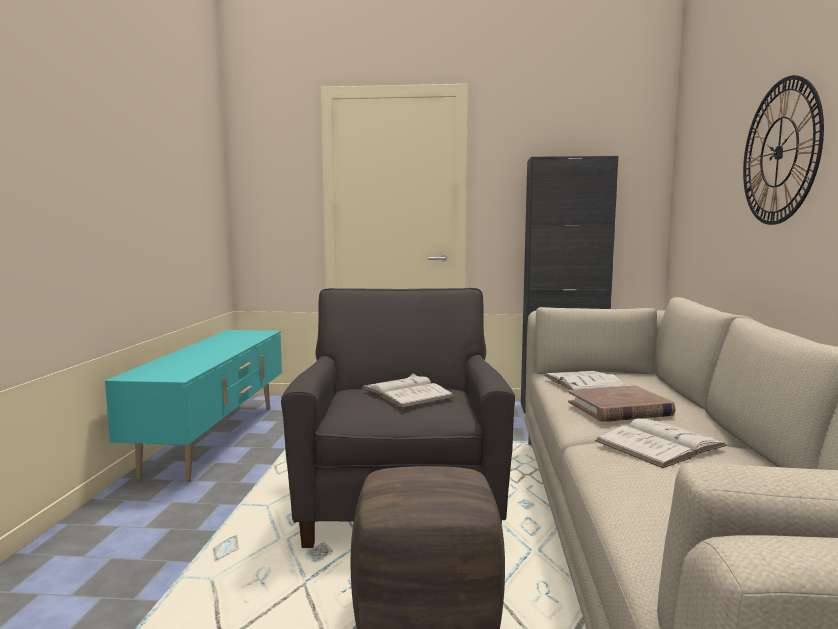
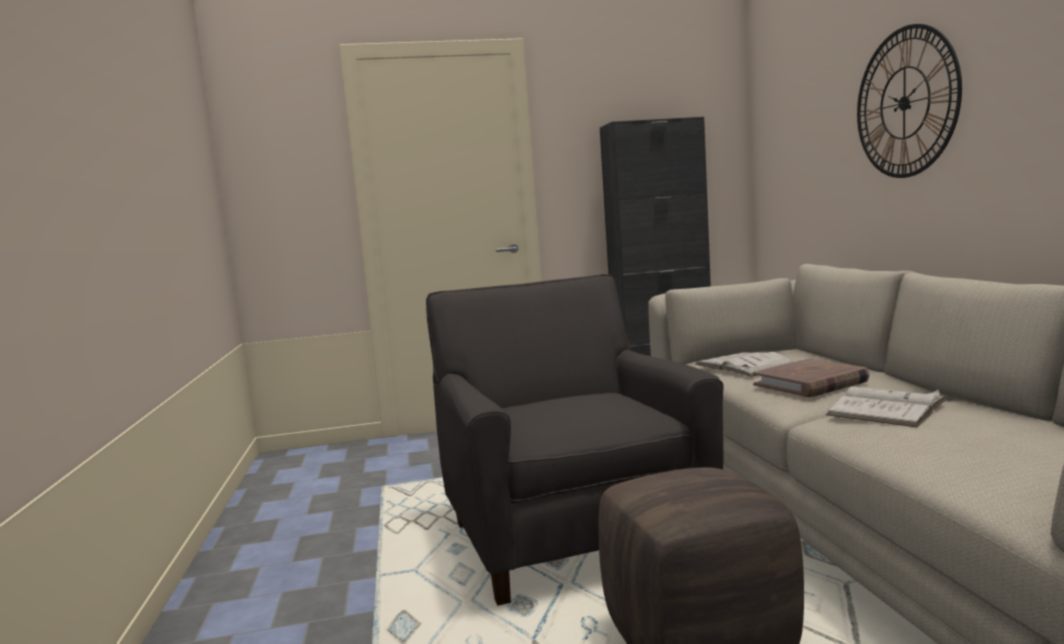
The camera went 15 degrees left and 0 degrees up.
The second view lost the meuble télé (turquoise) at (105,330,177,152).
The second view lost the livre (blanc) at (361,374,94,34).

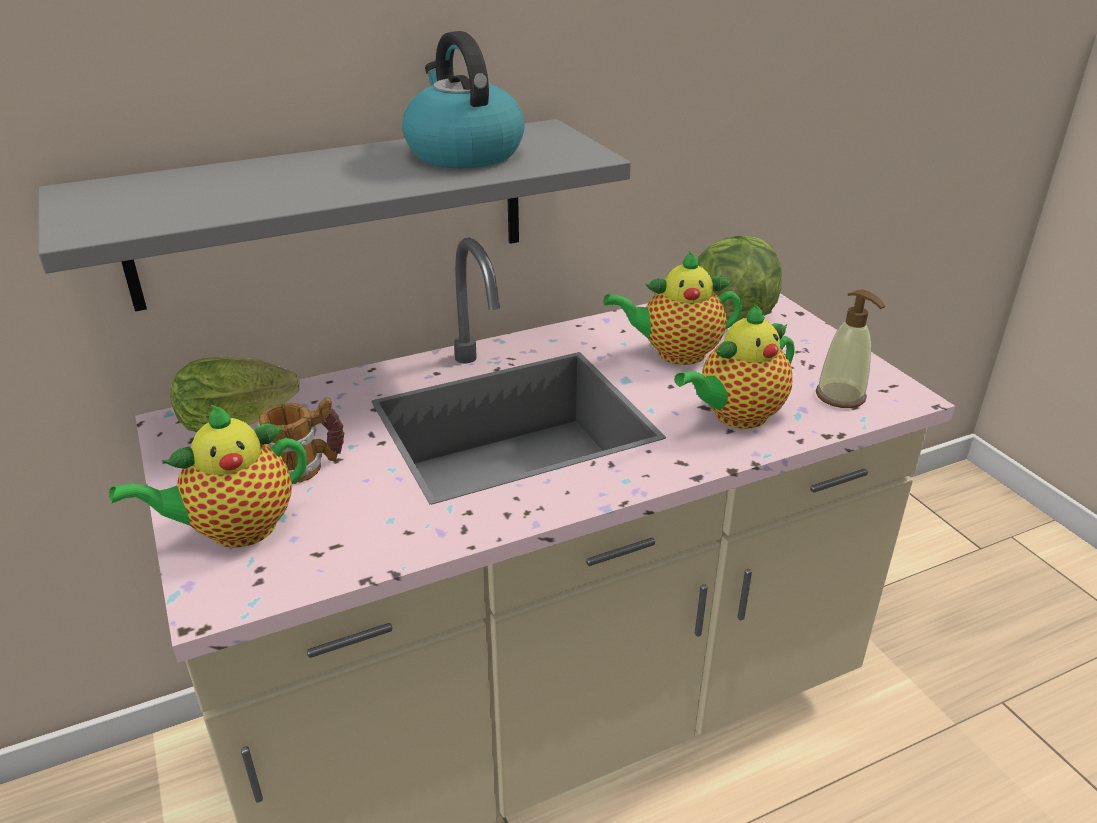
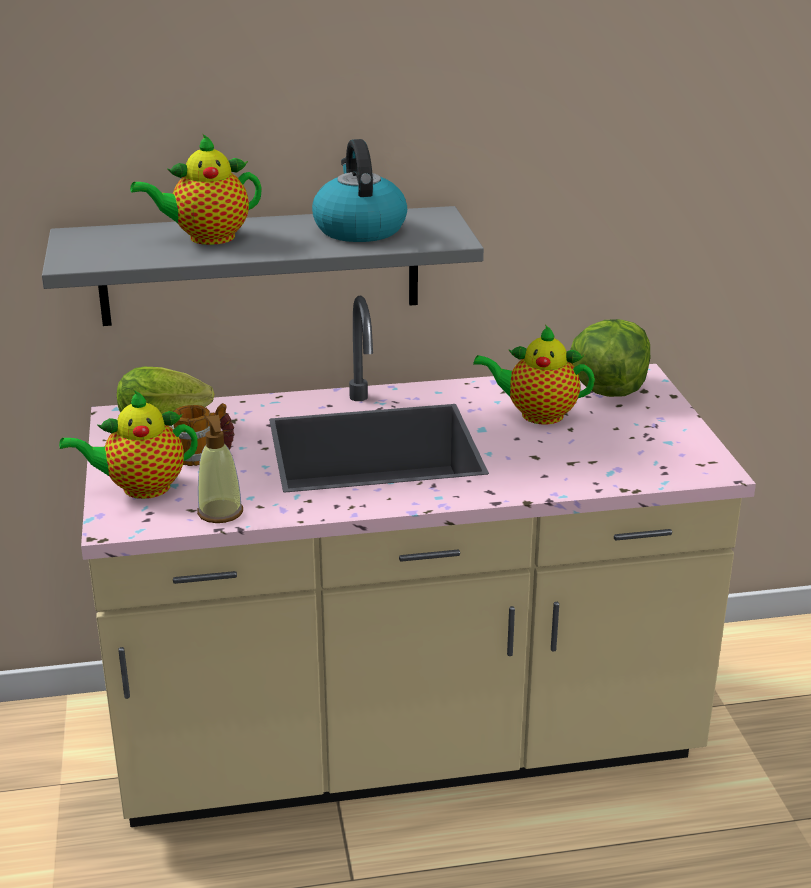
The camera went 15 degrees right and 5 degrees down.
The théière ended up elsewhere, having gone from (674,304,121,125) to (130,134,132,111).
The distributeur de savon ended up elsewhere, having gone from (816,290,69,118) to (197,415,46,108).

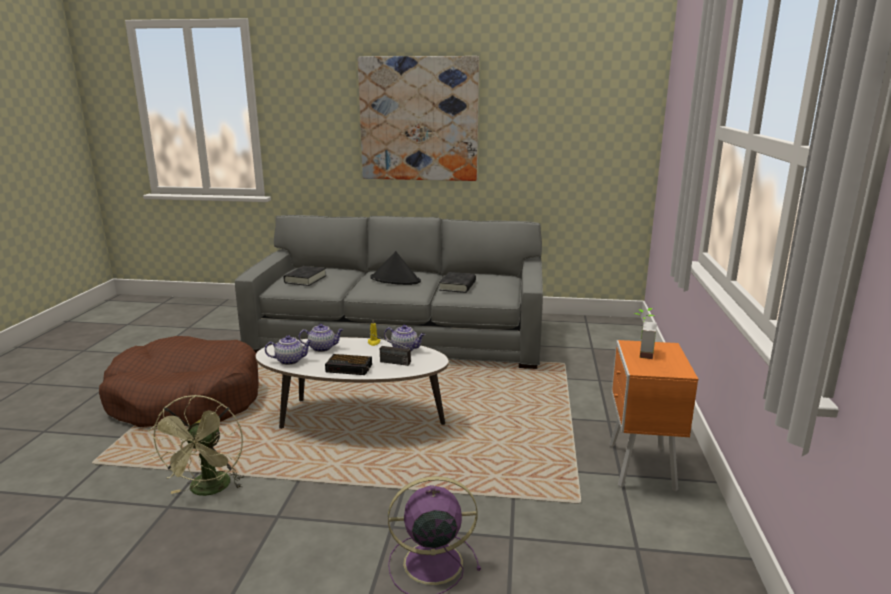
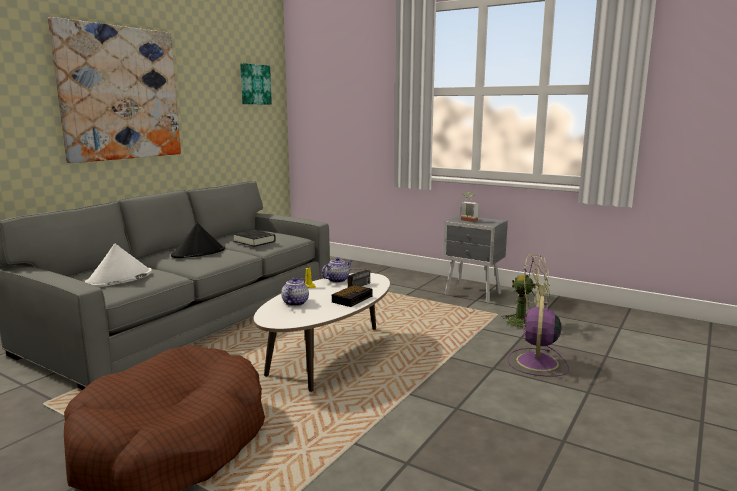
The camera went 65 degrees left and 5 degrees down.
The ventilateur (vert) ended up elsewhere, having gone from (148,395,96,101) to (501,255,49,77).
The second view lost the théière at (265,335,47,30).
Where the livre (noir) stood at (284,266,42,20), the chapeau (blanc) came to stand at (85,244,67,43).
What was the table de chevet (orange) at (609,340,89,152) turned into the table de chevet (gris) at (443,215,65,88).
The second view gained the tableau at (240,63,32,41).

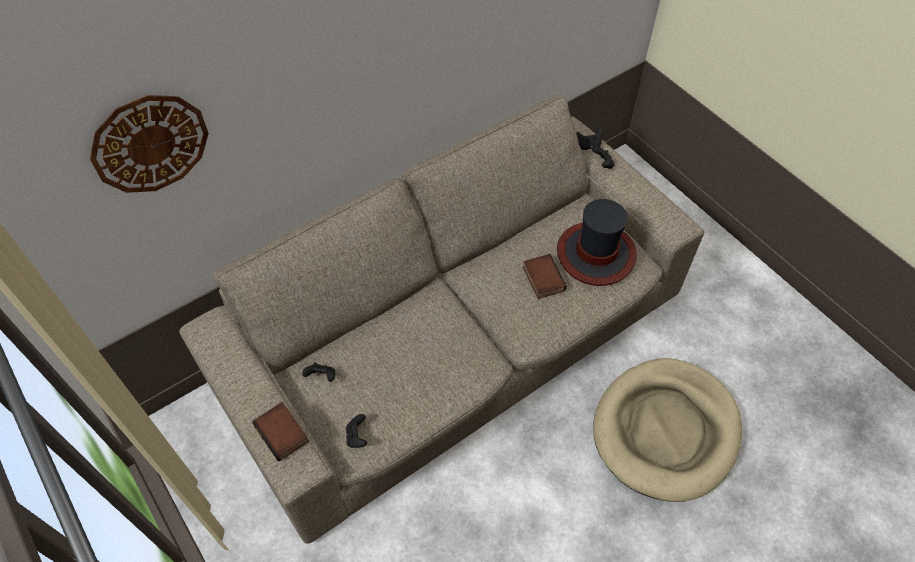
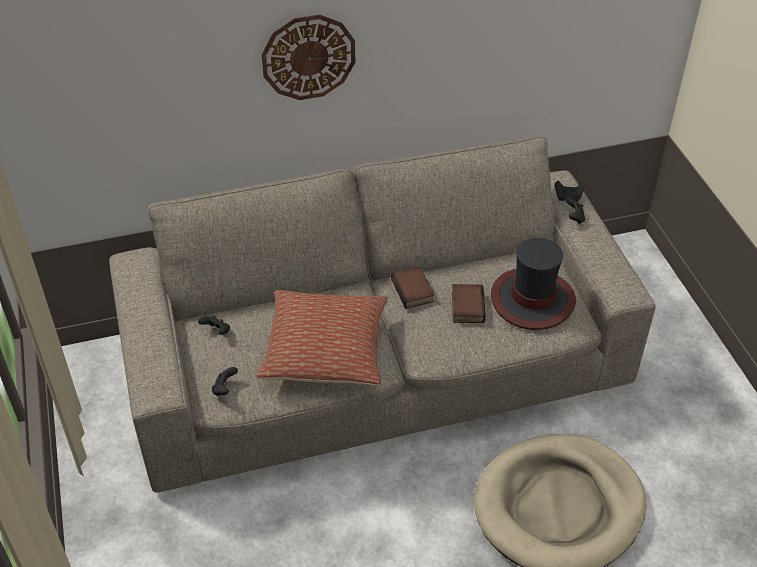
The camera went 20 degrees right and 10 degrees down.
The horloge murale ended up elsewhere, having gone from (90,95,119,98) to (261,14,94,86).
The livre ended up elsewhere, having gone from (253,402,56,59) to (391,266,43,43).
The second view gained the coussin at (256,290,132,96).

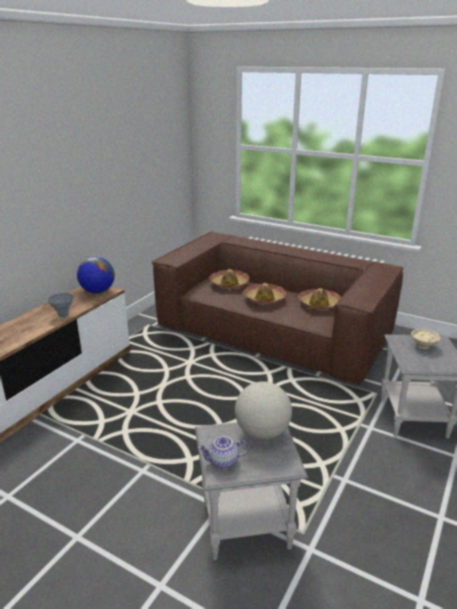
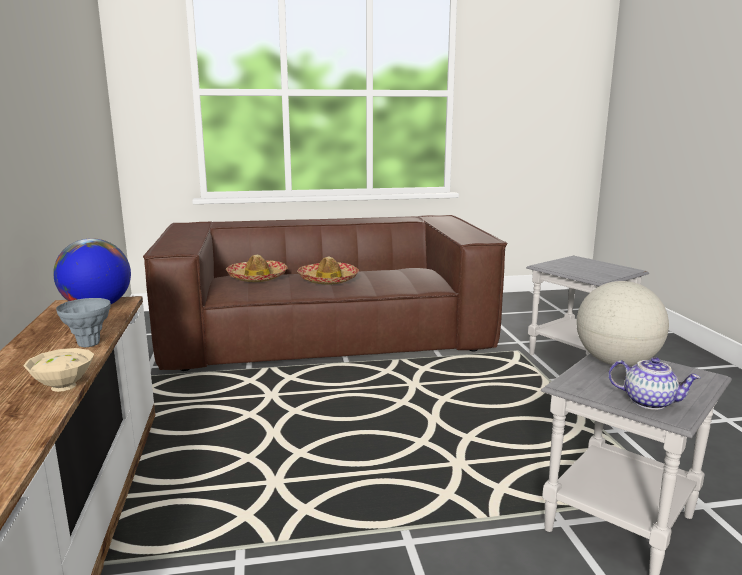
The camera went 40 degrees left and 10 degrees down.
The théière at (198,436,51,33) ended up facing another way, 105 degrees counterclockwise from before.
The second view lost the chapeau at (298,288,43,22).
The bol (beige) ended up elsewhere, having gone from (411,329,29,20) to (23,348,71,44).

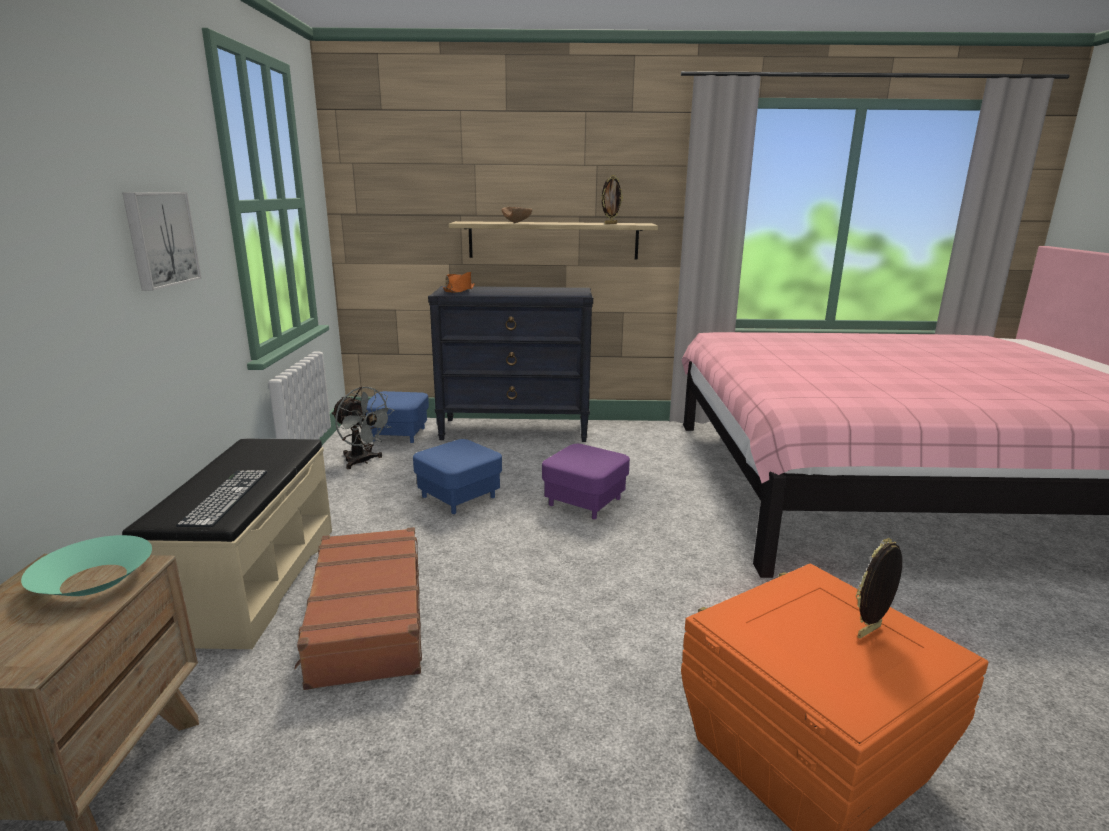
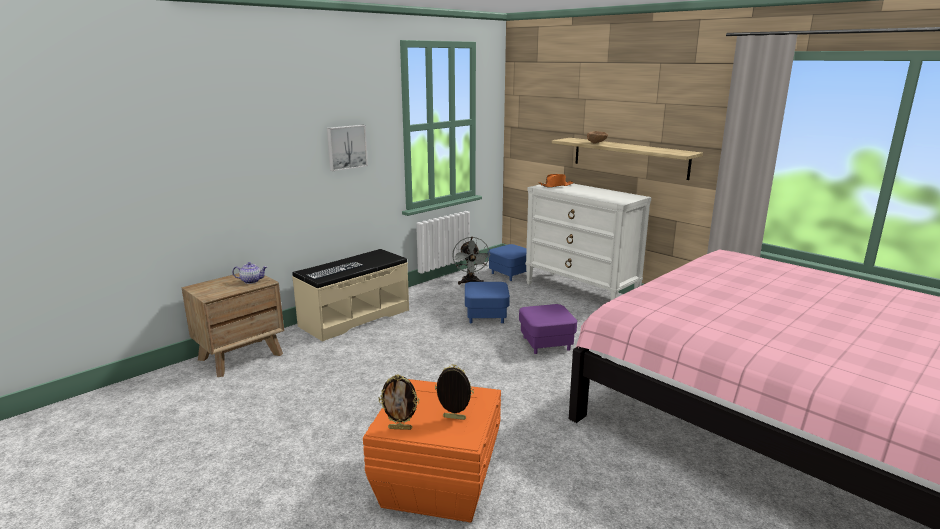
The camera went 45 degrees right and 0 degrees up.
Where the bol (turquoise) stood at (21,535,131,61), the théière came to stand at (232,262,35,22).
The second view lost the valise (marron) at (295,527,127,163).
What was the commode (noir) at (428,286,165,156) turned into the commode (blanc) at (525,183,126,118).
The cadre photo ended up elsewhere, having gone from (601,175,22,49) to (378,375,42,55).

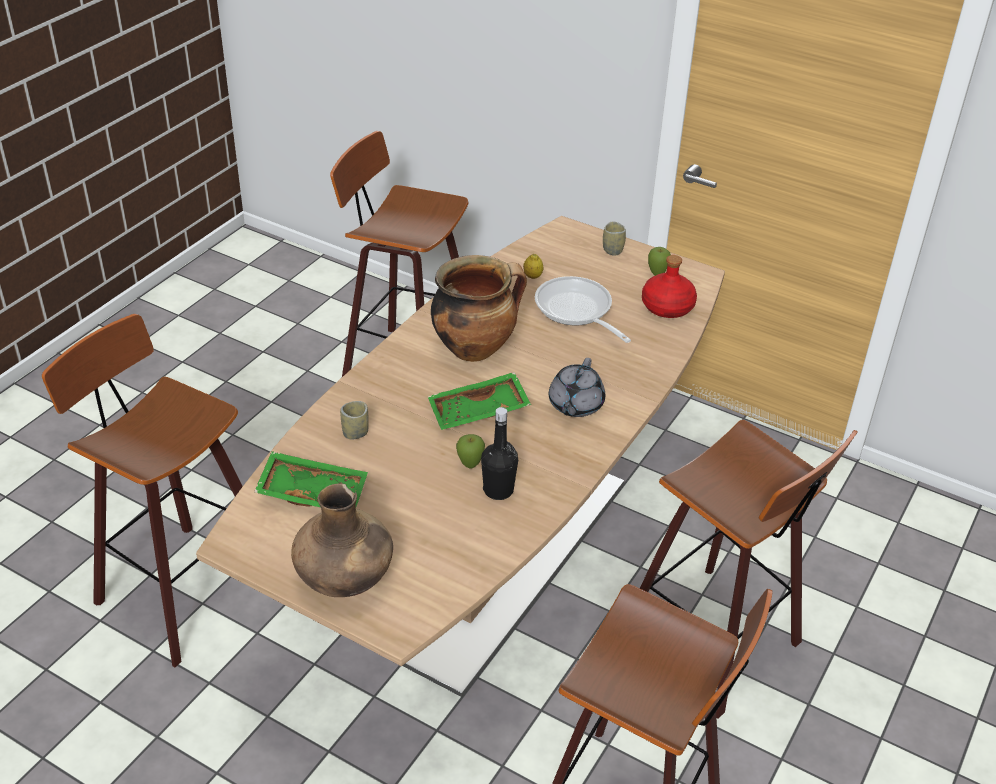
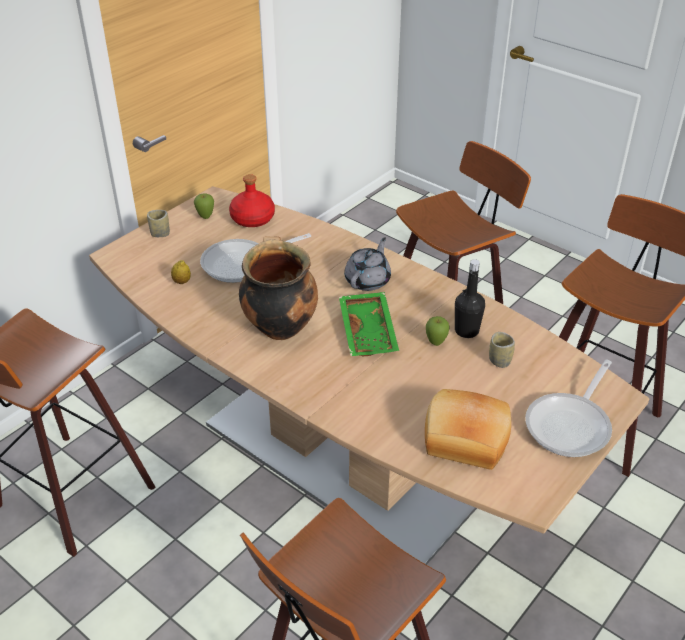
The camera went 80 degrees left and 0 degrees up.
Where the plateau (vert) stood at (254,451,114,56), the pain came to stand at (425,389,86,81).
Where the vase (marron) stood at (291,483,102,114), the poêle came to stand at (525,360,87,97).
The tasse ended up elsewhere, having gone from (340,401,29,38) to (489,332,26,36).
The théière (gris) at (549,358,56,59) ended up facing another way, 90 degrees counterclockwise from before.

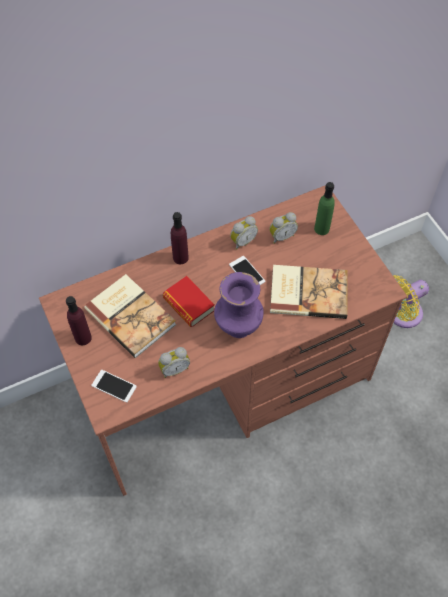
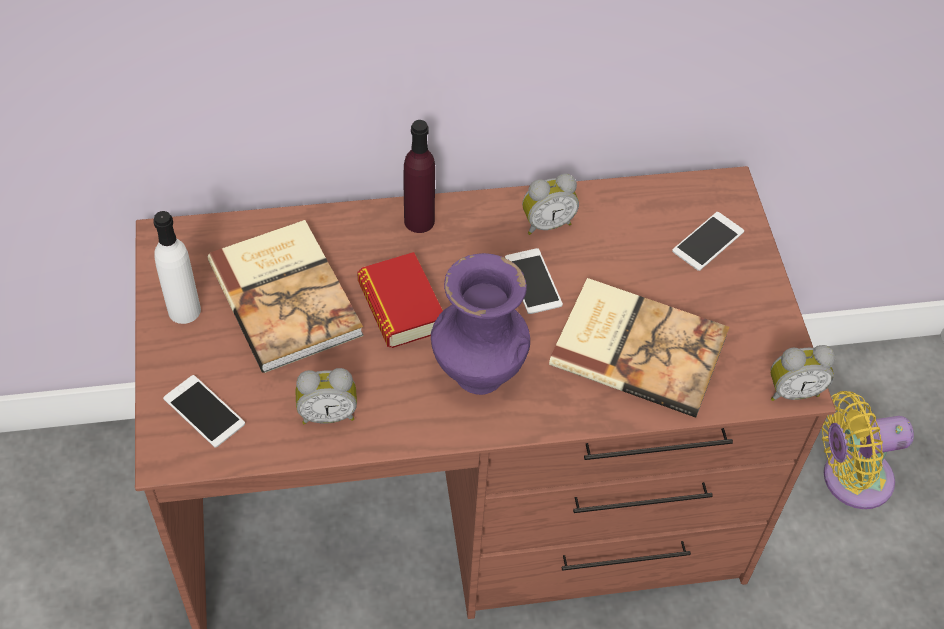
The camera went 15 degrees right and 5 degrees down.
What was the bouteille (violet) at (66,296,26,49) turned into the bouteille (blanc) at (153,211,48,113).
The réveil ended up elsewhere, having gone from (269,212,29,32) to (770,345,66,56).
Where the bouteille (vert) stood at (314,182,21,53), the téléphone came to stand at (672,212,72,59).

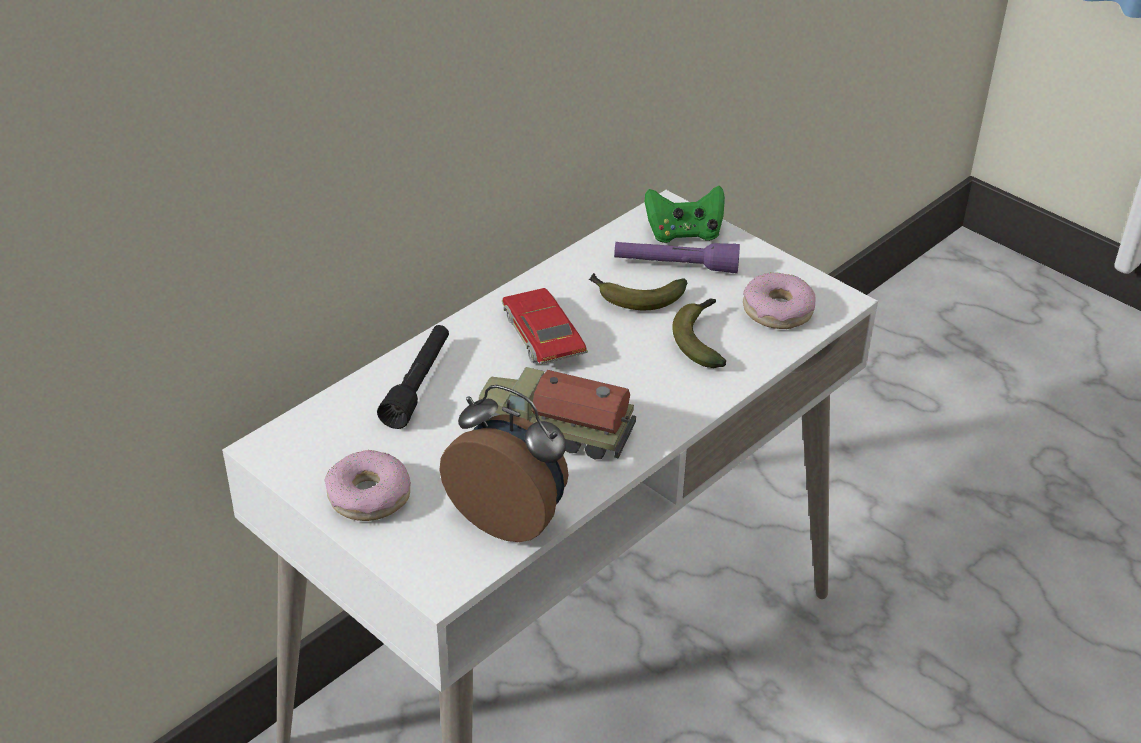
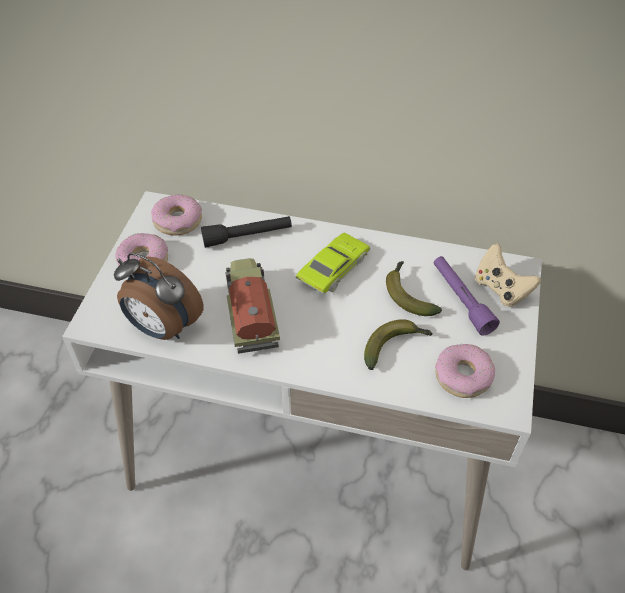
The camera went 60 degrees right and 10 degrees up.
The réveil at (440,385,128,157) ended up facing another way, 120 degrees clockwise from before.
What was the petite voiture (rouge) at (502,288,86,76) turned into the petite voiture (vert) at (295,232,76,62).
What was the manette (vert) at (645,186,80,57) turned into the manette (beige) at (475,243,66,64).
The second view gained the beignet at (151,194,51,41).

